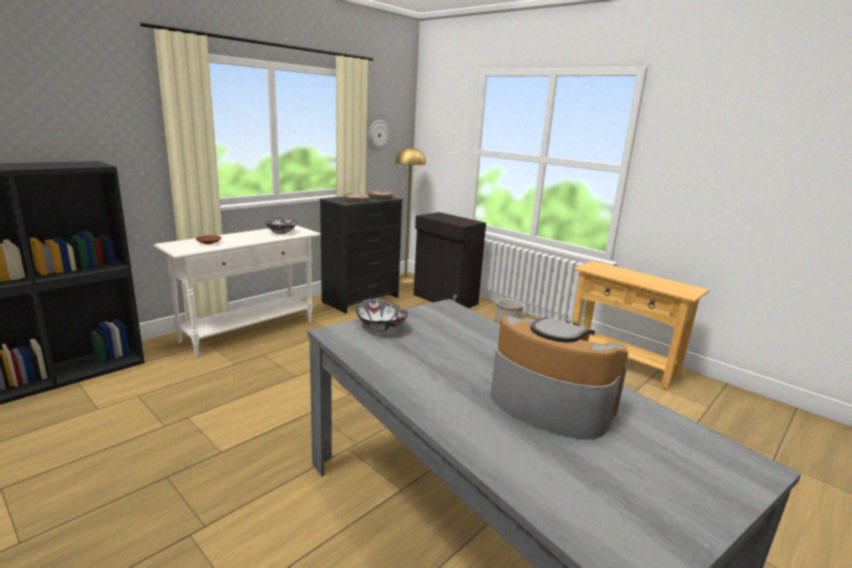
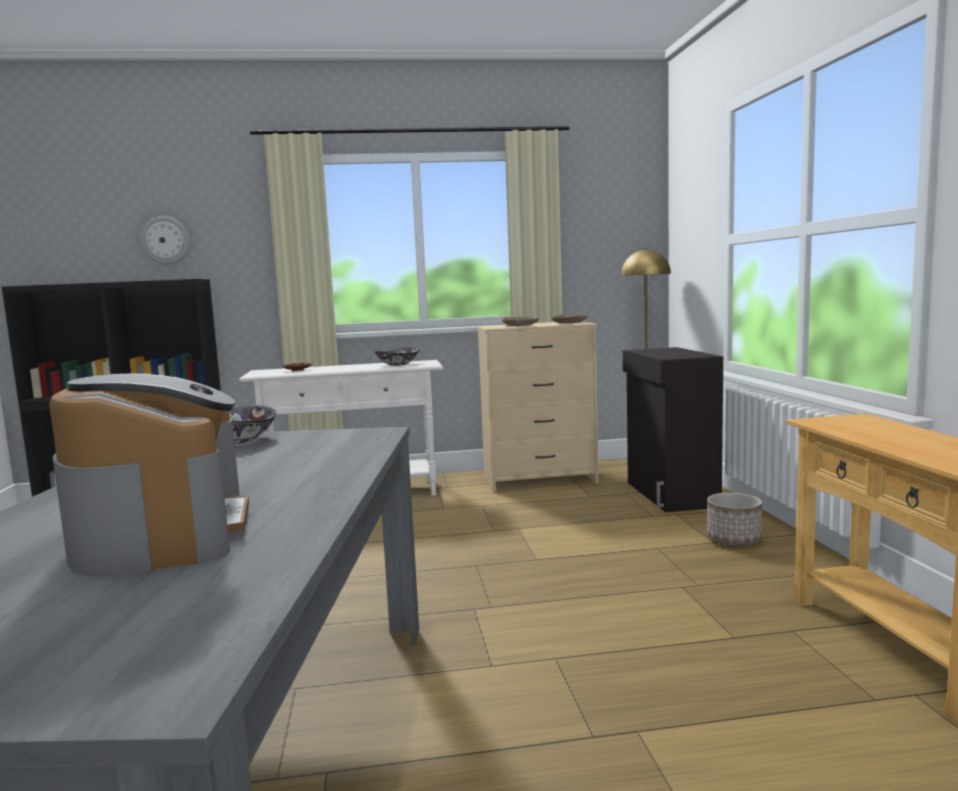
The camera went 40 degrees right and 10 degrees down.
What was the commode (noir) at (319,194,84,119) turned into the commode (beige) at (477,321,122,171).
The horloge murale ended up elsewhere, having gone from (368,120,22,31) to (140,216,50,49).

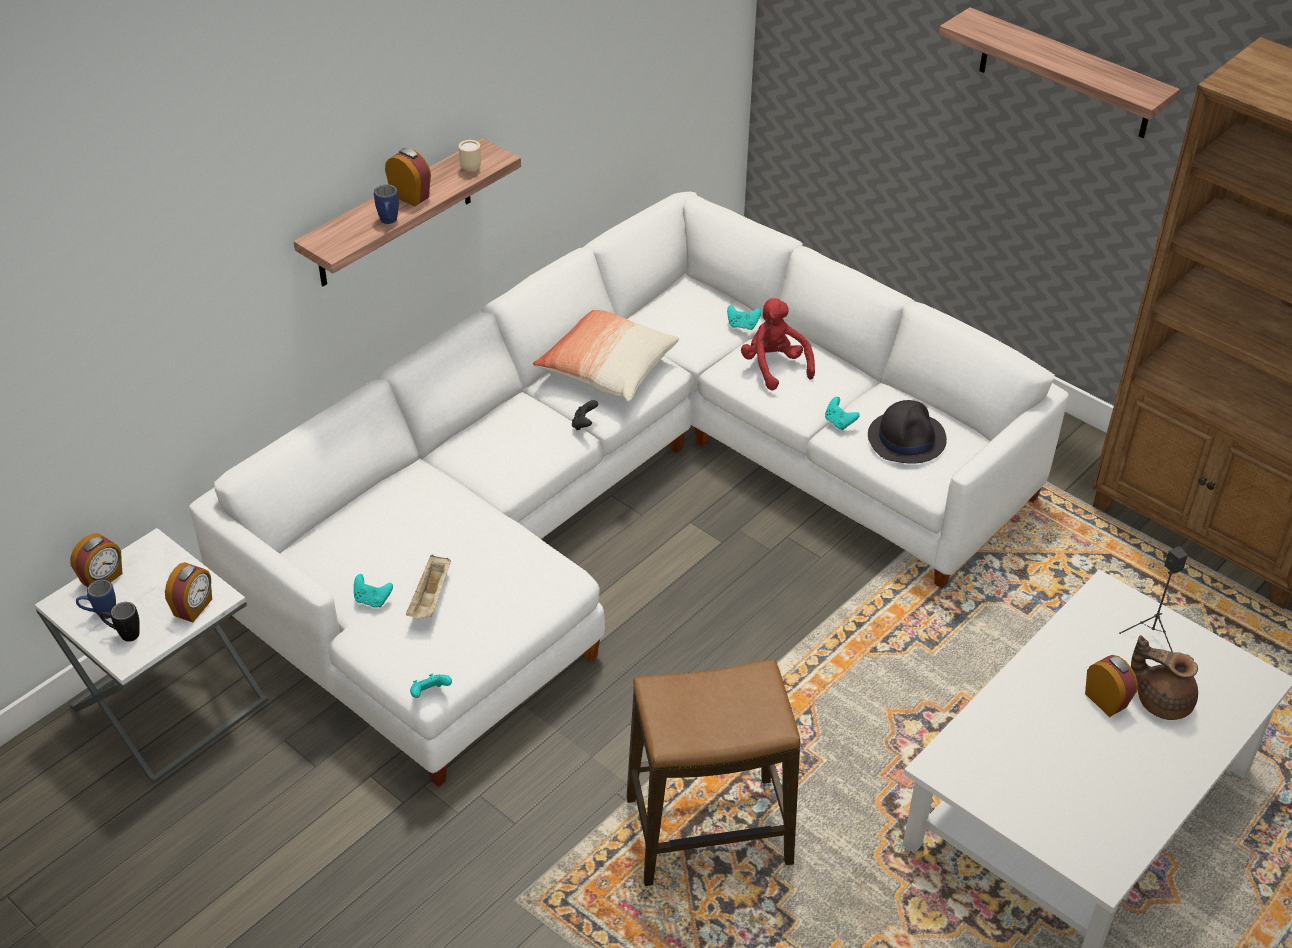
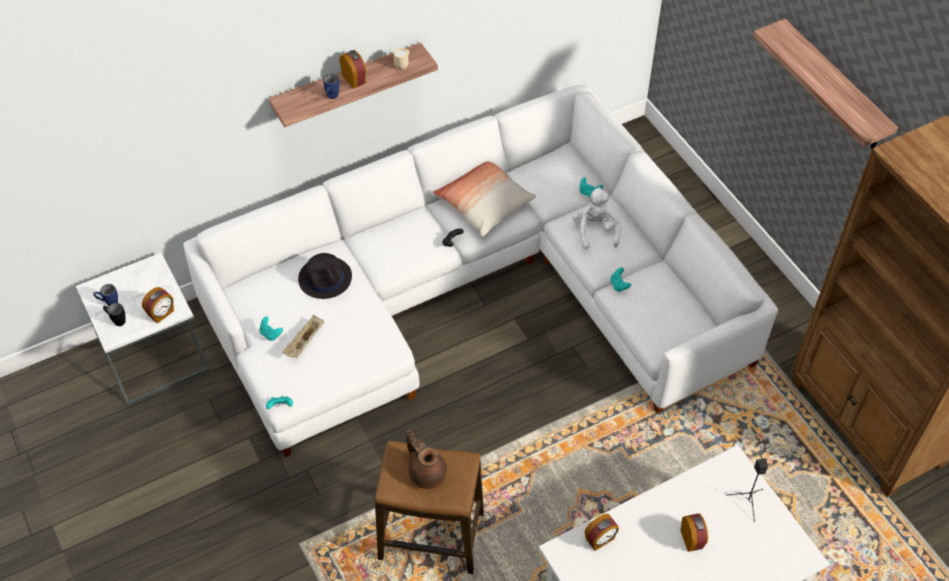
The camera went 20 degrees right and 10 degrees up.
The réveil ended up elsewhere, having gone from (70,533,53,54) to (584,514,35,37).
What was the peluche (rouge) at (741,298,74,92) turned into the peluche (blanc) at (573,187,48,63).
The chapeau (noir) ended up elsewhere, having gone from (868,400,79,64) to (298,253,54,46).
The théière (marron) ended up elsewhere, having gone from (1131,635,67,85) to (406,429,41,60).

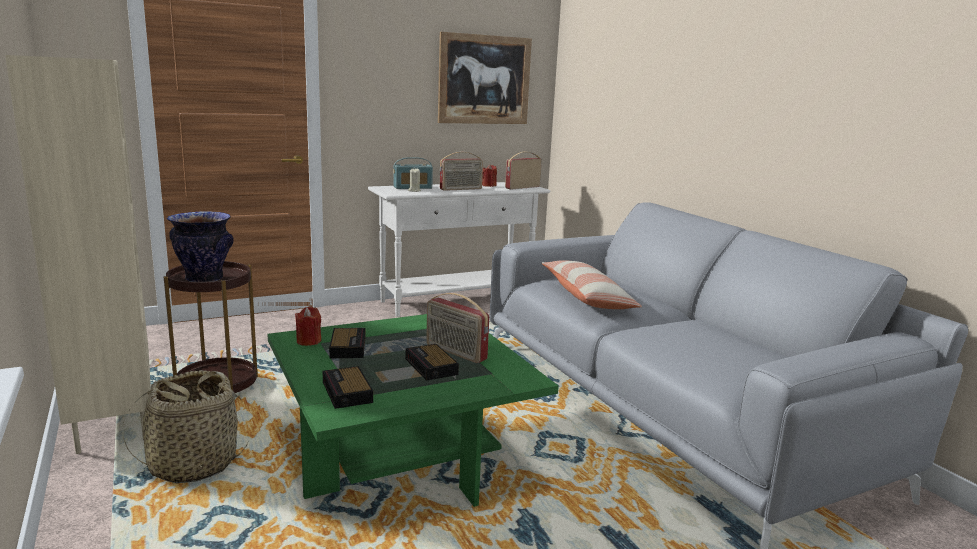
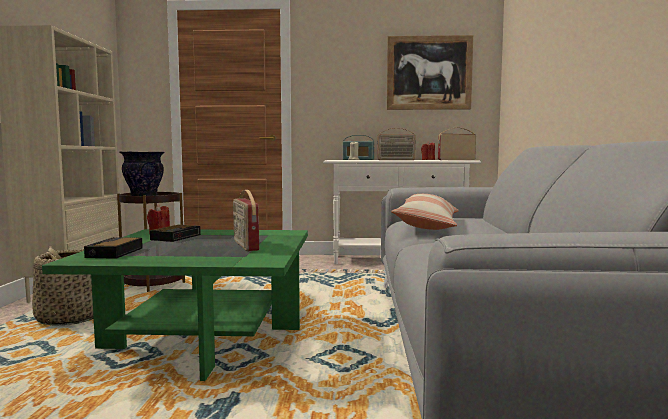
The camera went 30 degrees right and 10 degrees down.
The second view lost the réveil at (405,344,54,37).

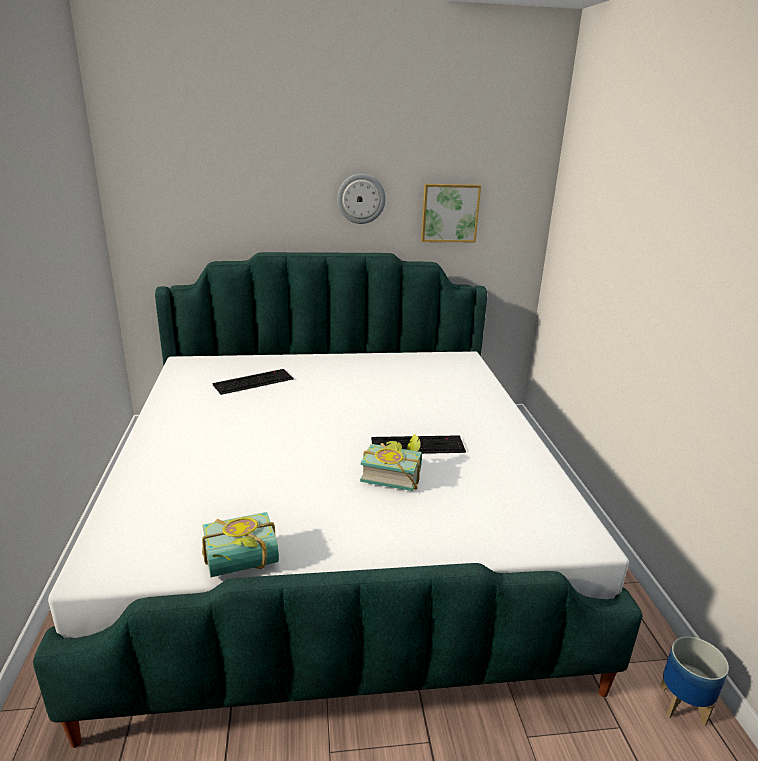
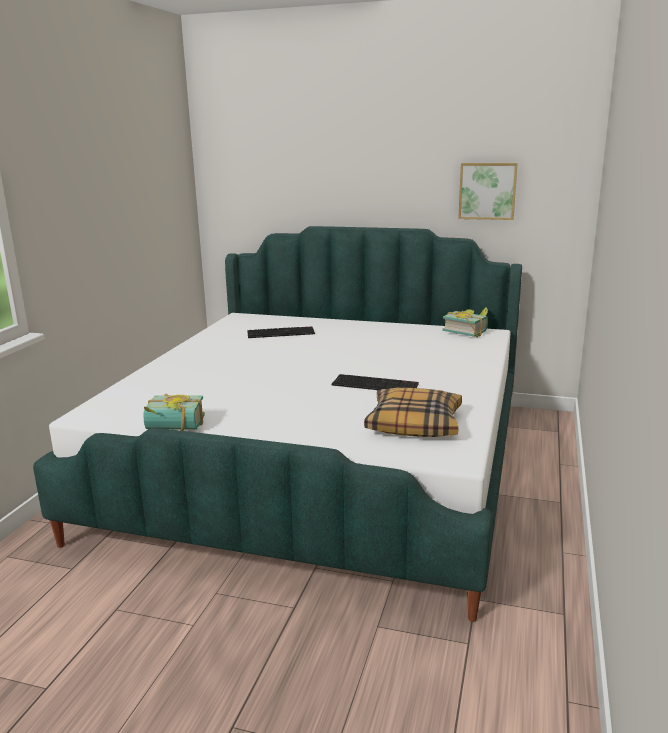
The camera went 25 degrees right and 5 degrees down.
The second view lost the horloge murale at (337,174,49,50).
The livre ended up elsewhere, having gone from (360,434,62,57) to (442,307,46,31).
The second view lost the cache-pot at (660,636,69,90).
The second view gained the coussin at (364,388,98,49).

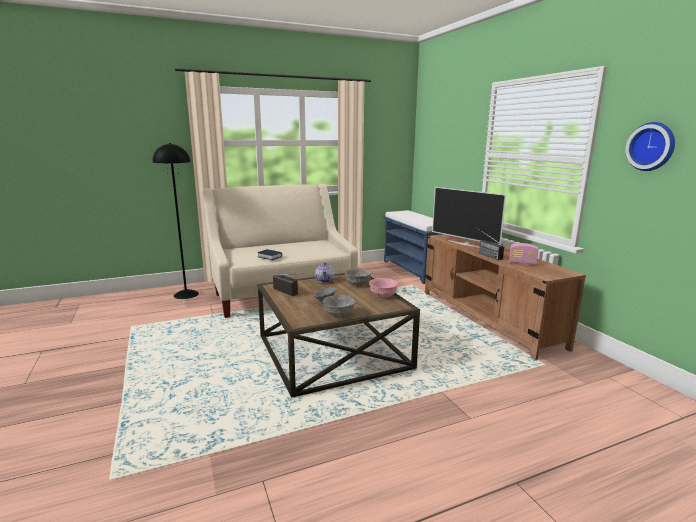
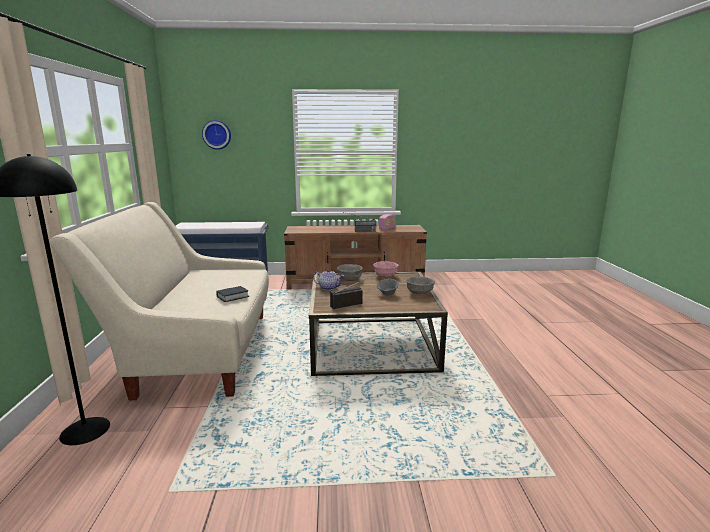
The camera went 70 degrees left and 0 degrees up.
The second view lost the téléviseur at (432,187,74,61).
The horloge murale ended up elsewhere, having gone from (625,122,50,49) to (202,120,29,30).

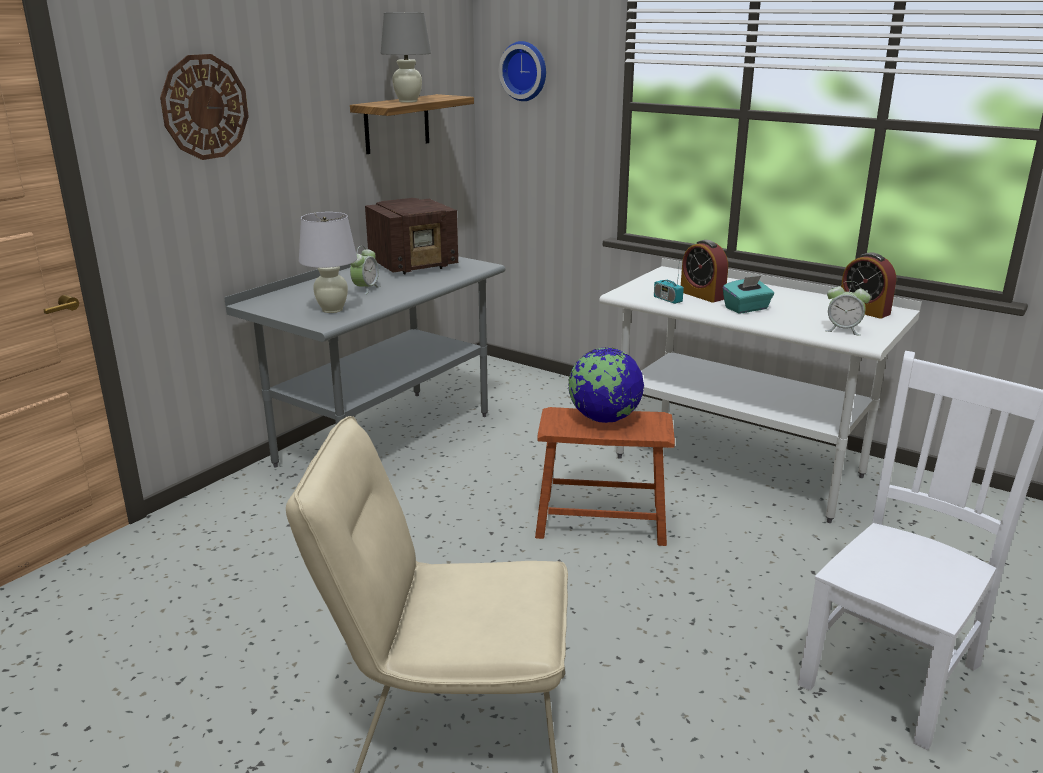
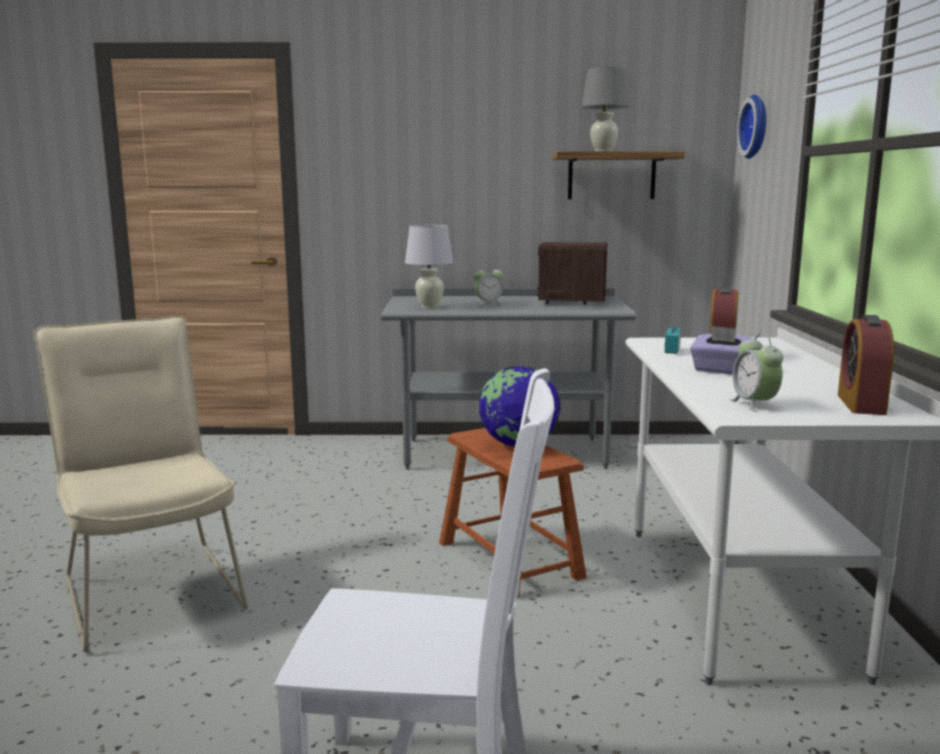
The camera went 55 degrees right and 10 degrees down.
The second view lost the horloge murale at (160,54,89,106).
The radio at (365,198,93,76) ended up facing another way, 75 degrees clockwise from before.
What was the boîte à mouchoirs (turquoise) at (723,276,51,37) turned into the boîte à mouchoirs (violet) at (690,325,64,50).

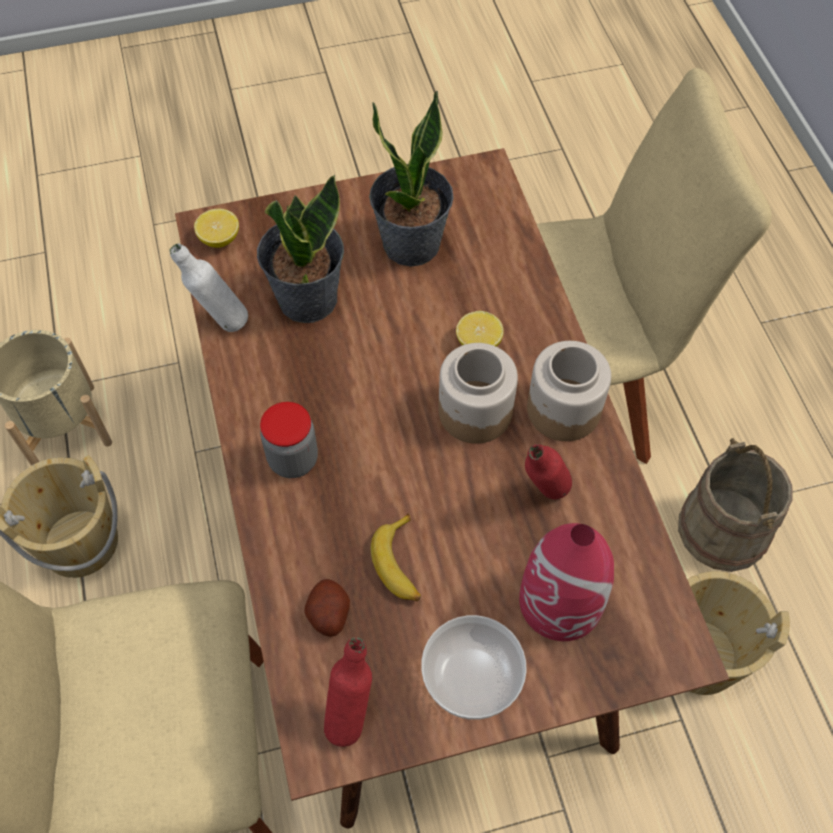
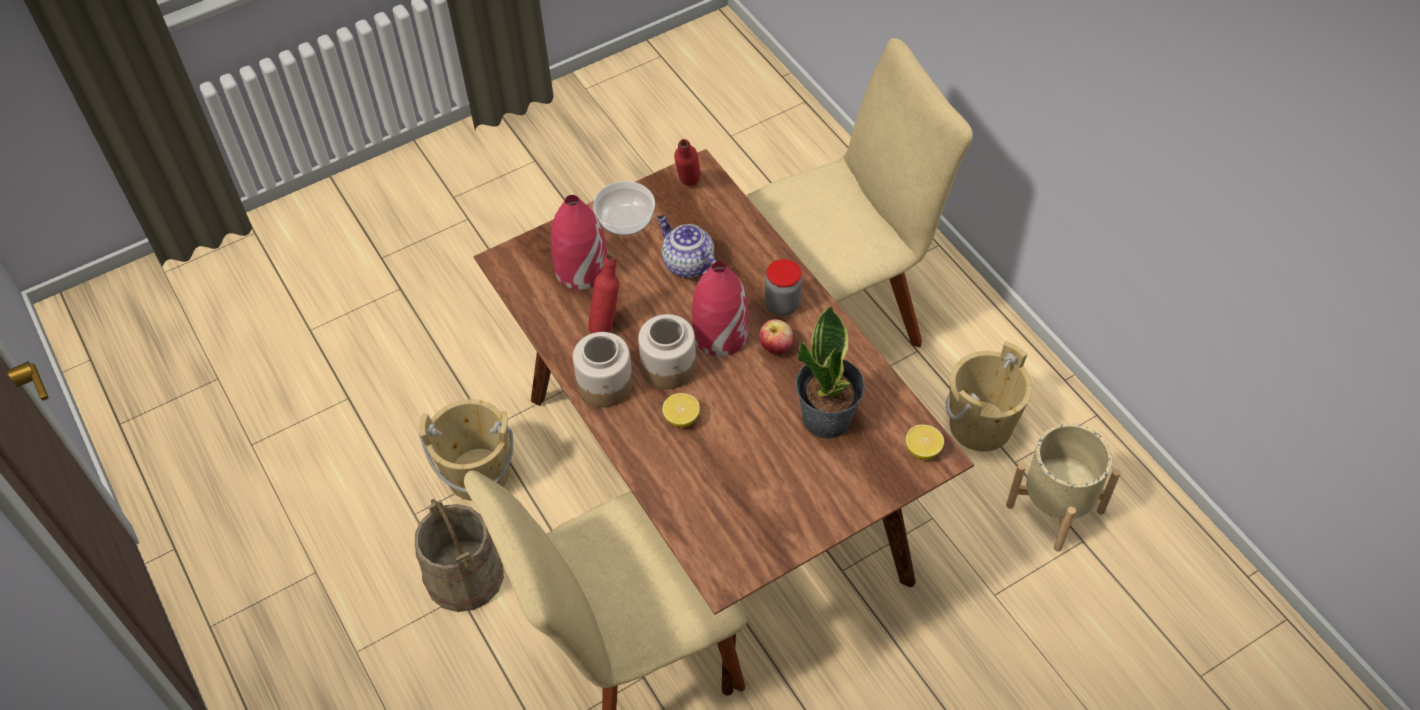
The camera went 165 degrees right and 5 degrees down.
The second view lost the bouteille (blanc) at (170,243,78,89).
The second view lost the pomme de terre at (305,579,45,58).
The second view lost the plante en pot at (369,90,85,177).
Where the banane stood at (371,513,50,88), the théière came to stand at (657,215,59,63).
The second view gained the vase (rouge) at (692,261,57,95).
The second view gained the pomme at (759,319,34,36).

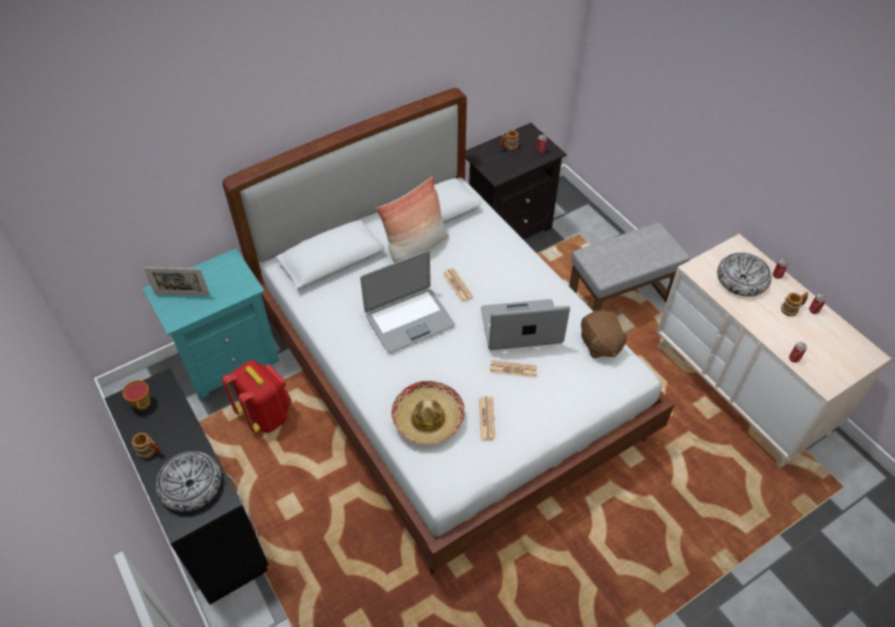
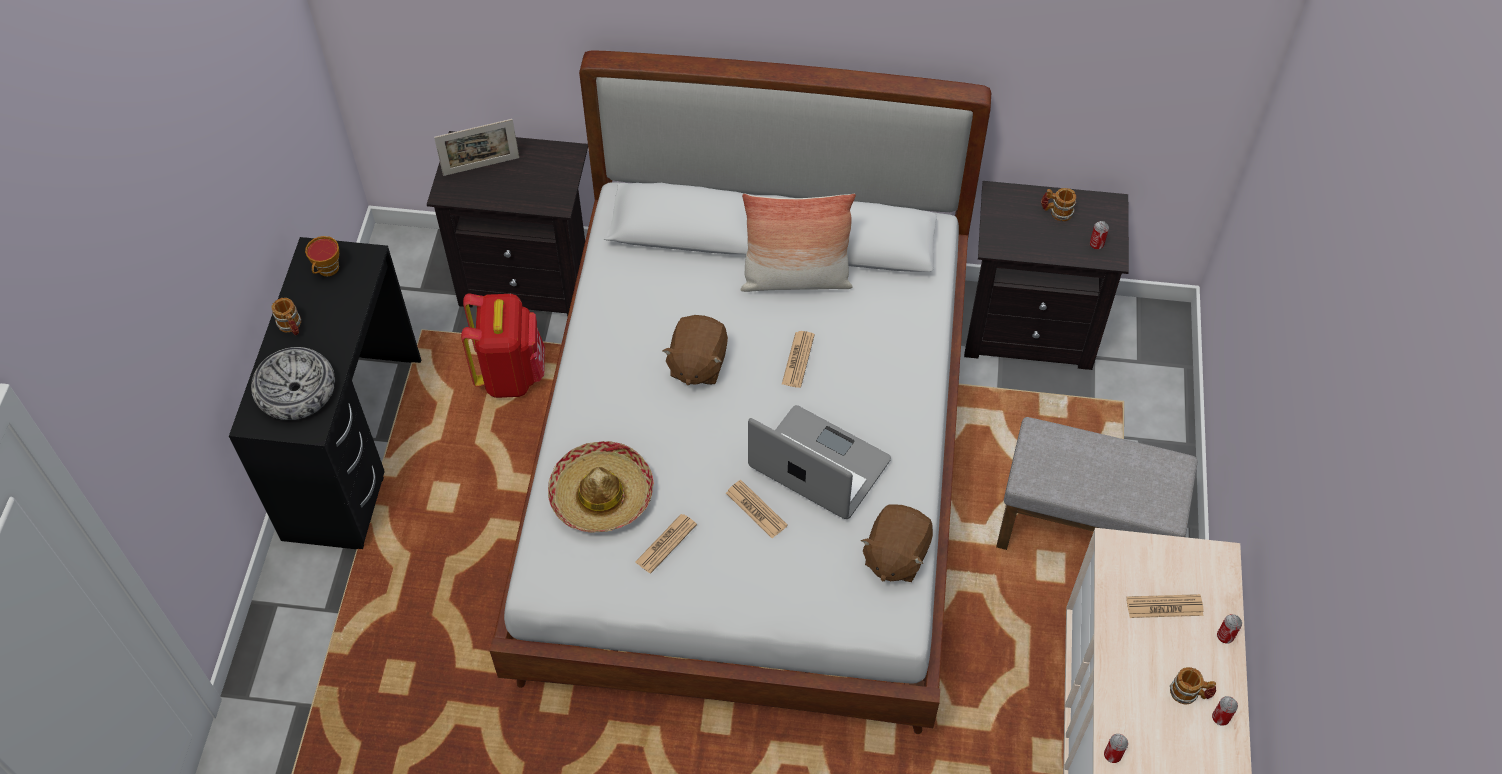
The camera went 40 degrees right and 5 degrees up.
What was the table de chevet (turquoise) at (142,248,137,152) turned into the table de chevet (noir) at (427,131,161,186).
The cadre photo at (144,267,66,29) ended up facing another way, 60 degrees counterclockwise from before.
Where the ordinateur portable stood at (360,251,95,102), the peluche (marron) came to stand at (662,315,66,70).
Where the bol stood at (717,253,55,44), the journal came to stand at (1126,594,78,24).

